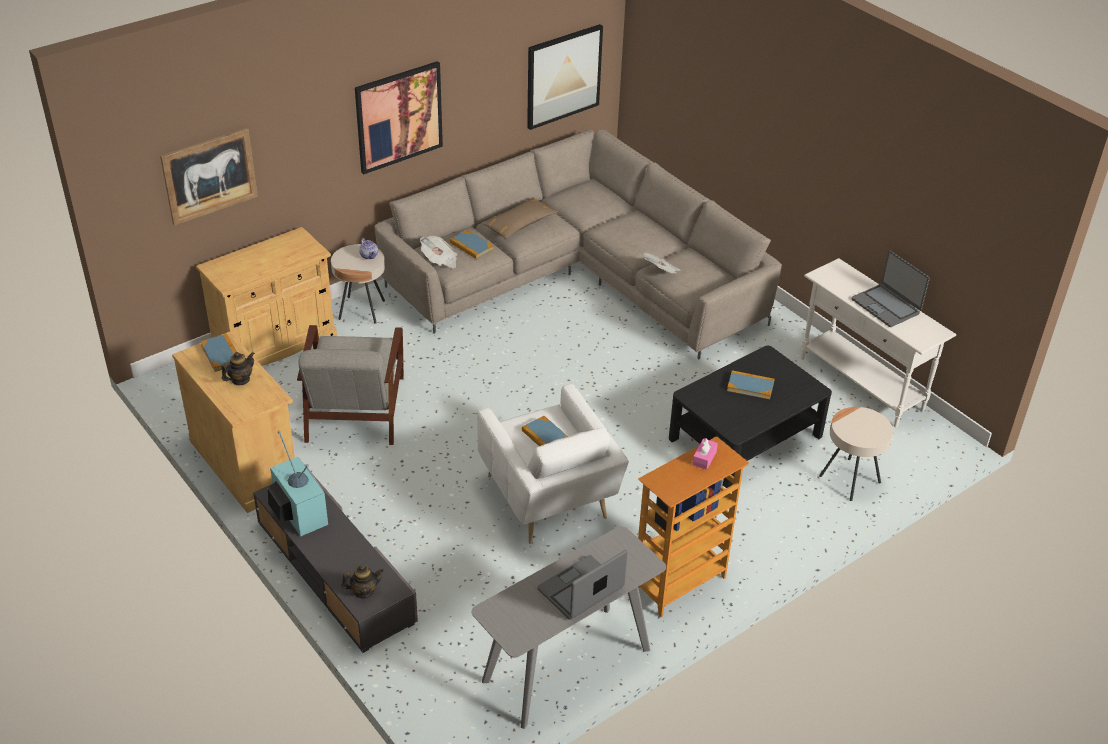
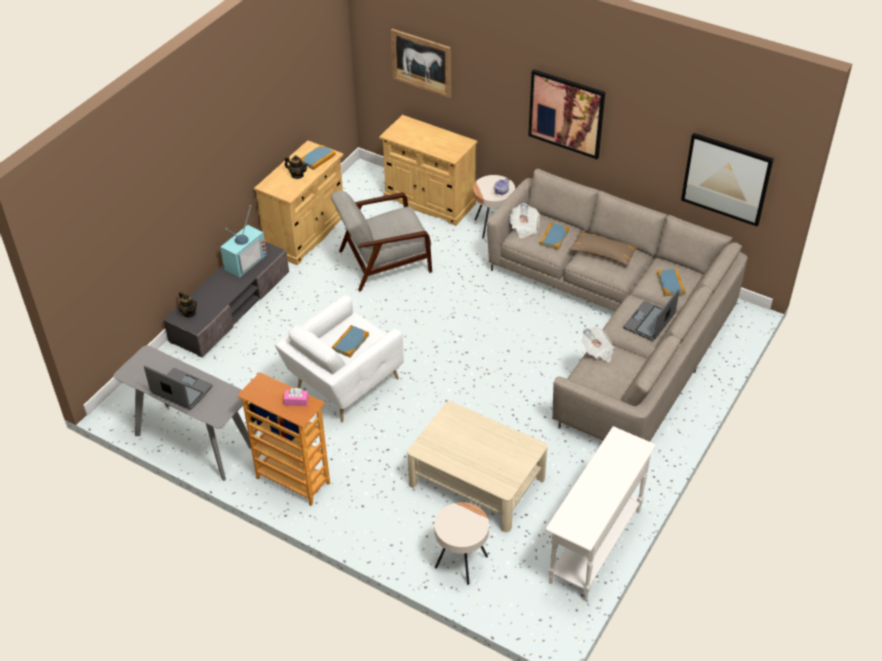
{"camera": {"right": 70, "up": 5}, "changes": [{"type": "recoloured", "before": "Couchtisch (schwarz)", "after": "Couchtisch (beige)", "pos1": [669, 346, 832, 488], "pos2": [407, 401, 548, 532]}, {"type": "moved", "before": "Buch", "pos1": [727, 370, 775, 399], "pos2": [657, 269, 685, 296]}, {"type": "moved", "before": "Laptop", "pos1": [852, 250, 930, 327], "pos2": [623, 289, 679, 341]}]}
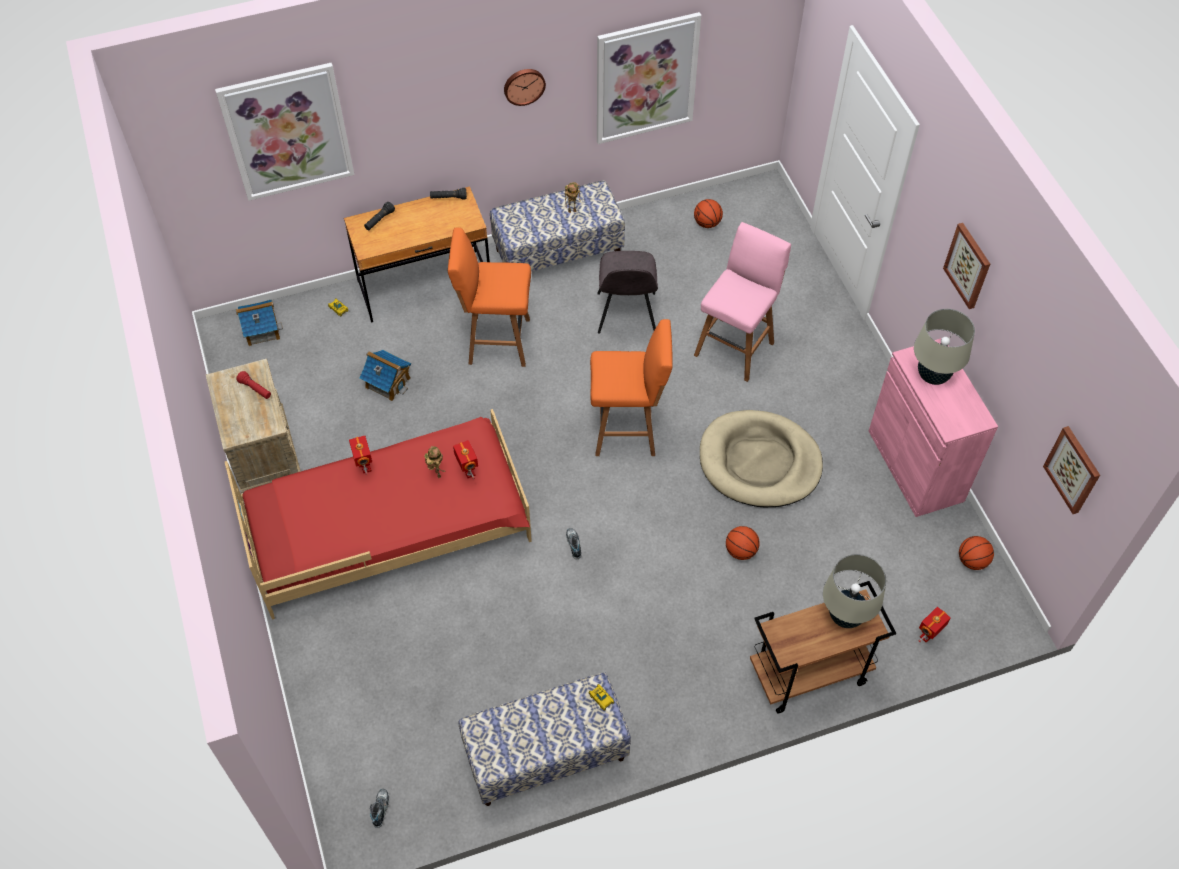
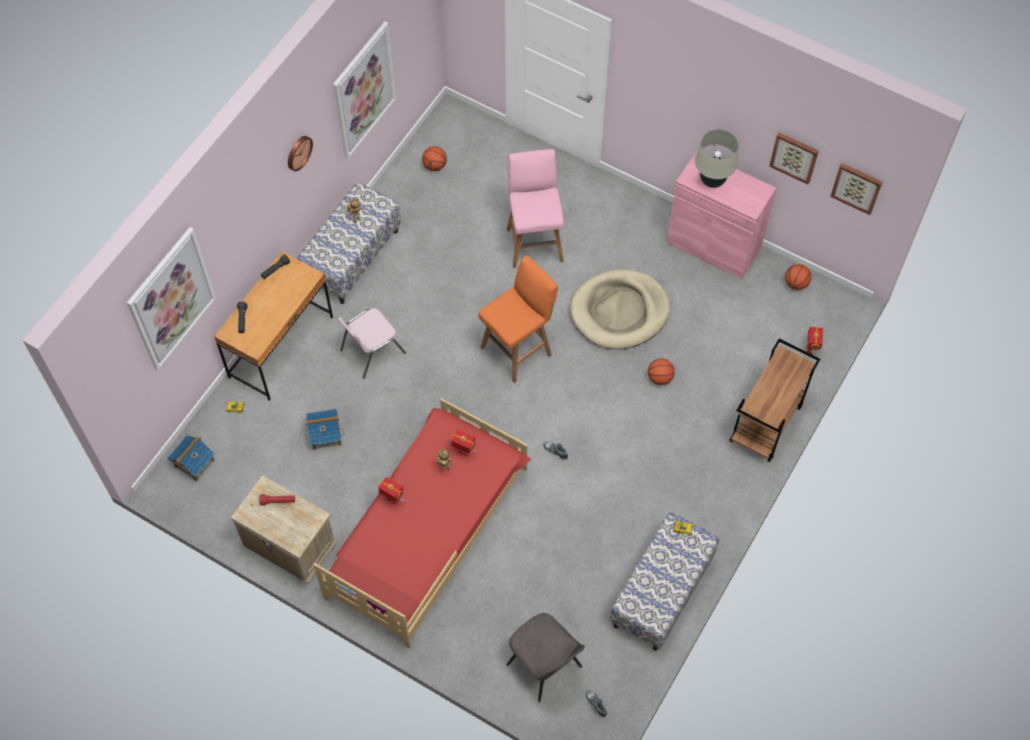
{"camera": {"right": -40, "up": 5}, "changes": [{"type": "replaced", "before": "Hocker (orange)", "after": "Stuhl (rosa)", "pos1": [448, 228, 531, 367], "pos2": [338, 308, 406, 379]}, {"type": "moved", "before": "Stuhl (grau)", "pos1": [597, 251, 658, 334], "pos2": [506, 613, 585, 702]}, {"type": "removed", "before": "Tischlampe (beige)", "pos1": [823, 554, 886, 628]}, {"type": "moved", "before": "Bild", "pos1": [943, 223, 990, 309], "pos2": [769, 133, 819, 184]}]}
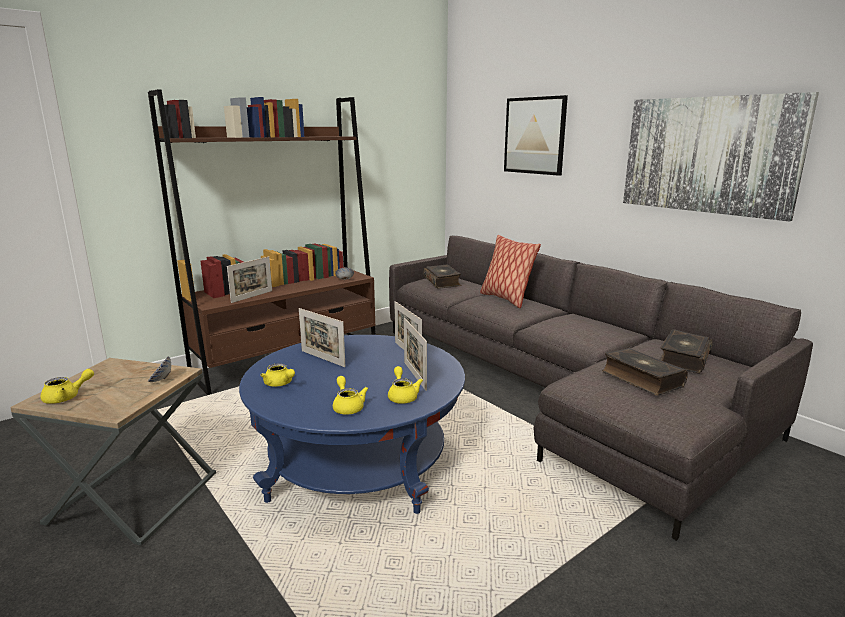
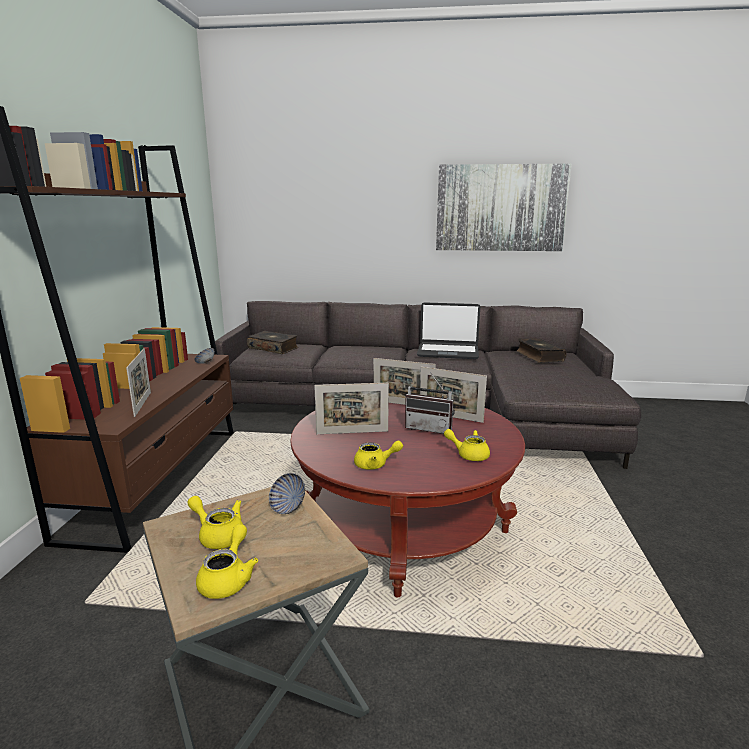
{"camera": {"right": -45, "up": 0}, "changes": [{"type": "recoloured", "before": "Couchtisch (blau)", "after": "Couchtisch (rot)", "pos1": [239, 335, 465, 514], "pos2": [290, 403, 525, 597]}, {"type": "moved", "before": "Teekanne (gelb)", "pos1": [388, 366, 423, 404], "pos2": [188, 496, 243, 549]}, {"type": "removed", "before": "Kissen", "pos1": [480, 235, 541, 308]}, {"type": "removed", "before": "Bild", "pos1": [504, 95, 568, 176]}, {"type": "removed", "before": "Buch", "pos1": [602, 348, 688, 396]}, {"type": "added", "after": "Radio", "pos2": [405, 372, 455, 434]}, {"type": "added", "after": "Laptop", "pos2": [417, 302, 480, 359]}]}
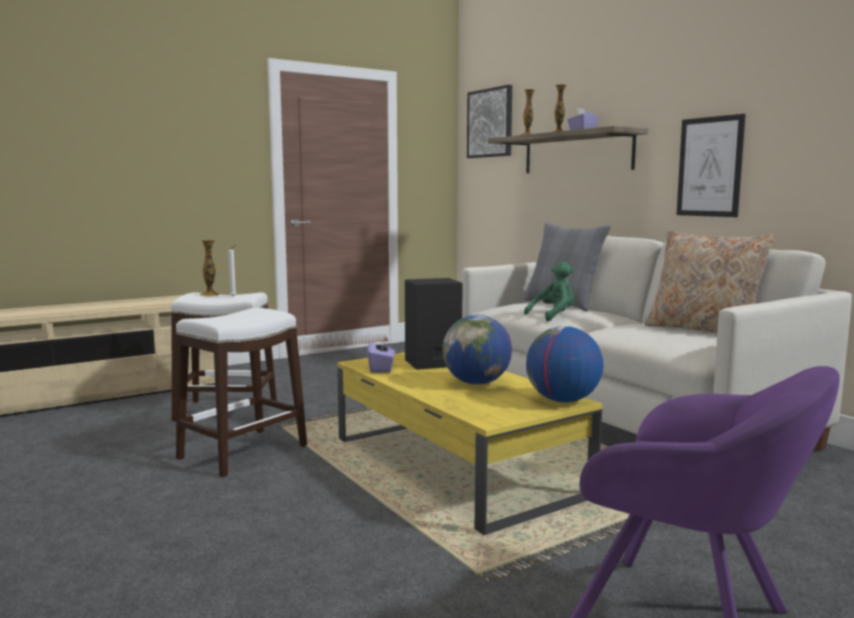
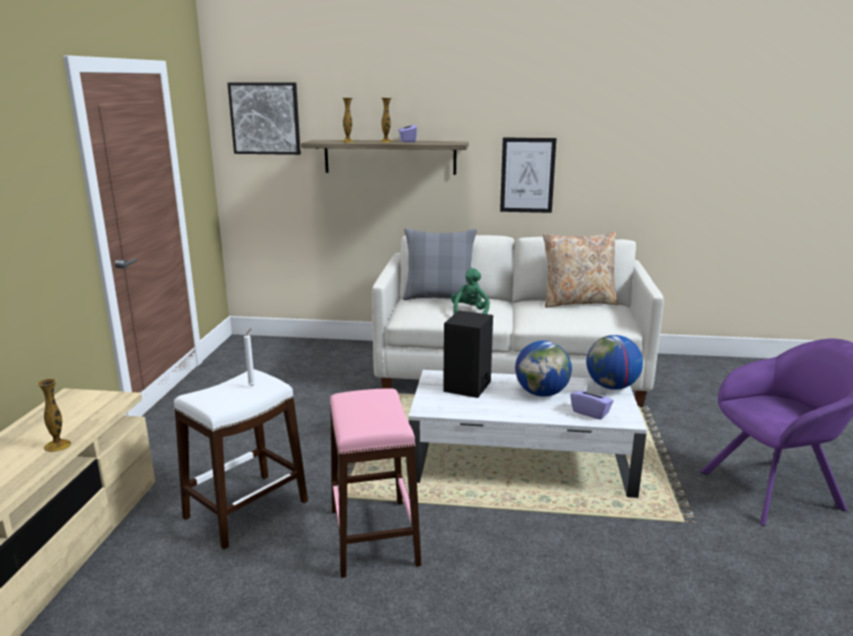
{"camera": {"right": -50, "up": 10}, "changes": [{"type": "recoloured", "before": "Hocker (weiß)", "after": "Hocker (rosa)", "pos1": [176, 308, 307, 478], "pos2": [330, 388, 421, 578]}, {"type": "moved", "before": "Vase", "pos1": [200, 240, 220, 296], "pos2": [37, 379, 71, 452]}, {"type": "recoloured", "before": "Couchtisch (gelb)", "after": "Couchtisch (weiß)", "pos1": [337, 352, 603, 535], "pos2": [408, 370, 647, 498]}, {"type": "moved", "before": "Taschentuchbox (lila)", "pos1": [368, 337, 395, 373], "pos2": [570, 383, 614, 420]}]}
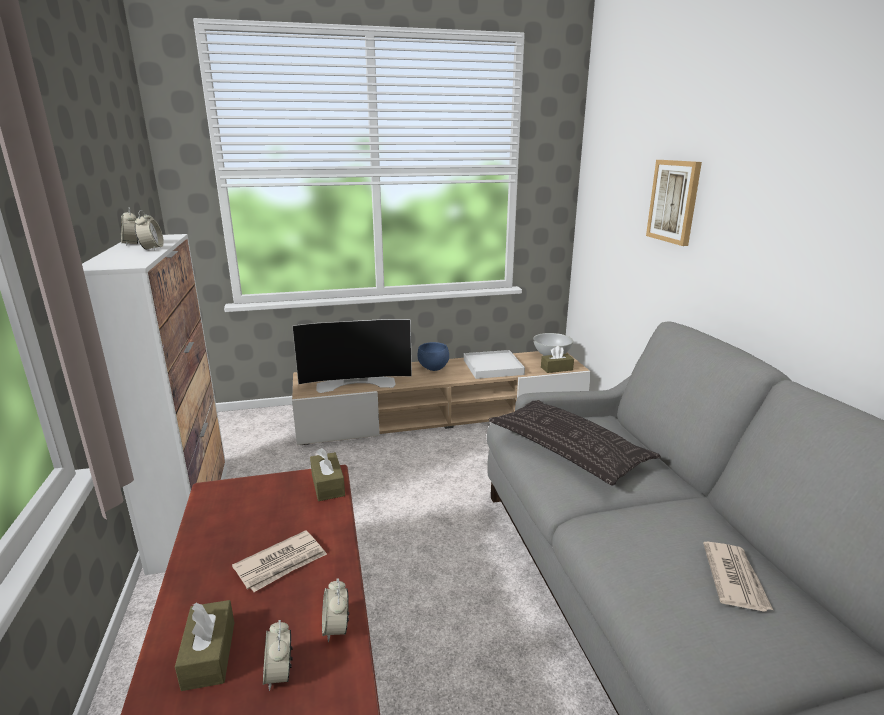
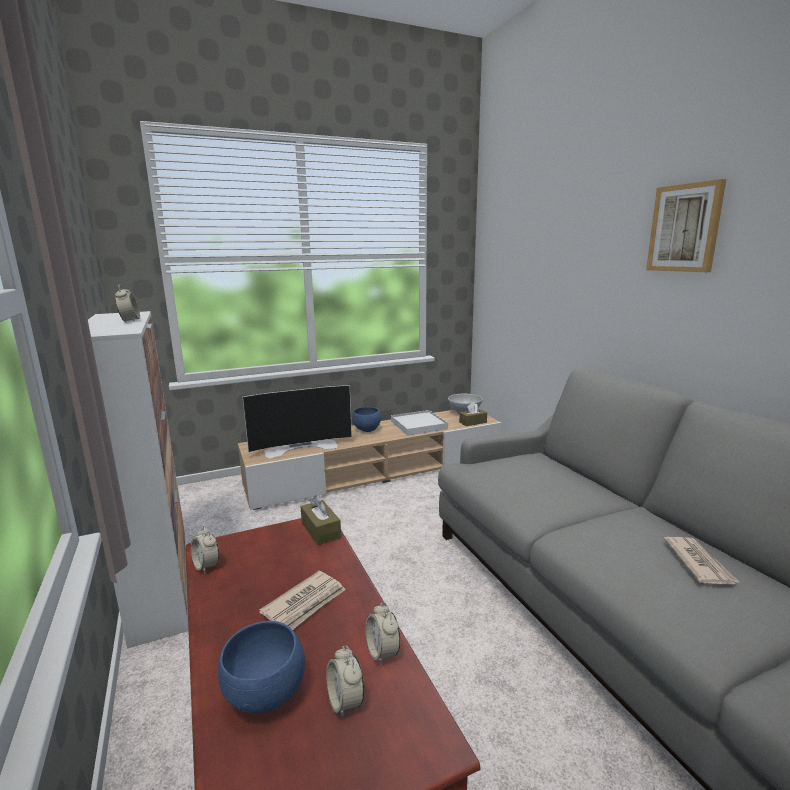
{"camera": {"right": -10, "up": -5}, "changes": [{"type": "moved", "before": "Wecker", "pos1": [121, 207, 138, 246], "pos2": [191, 526, 219, 574]}, {"type": "replaced", "before": "Taschentuchbox (braun)", "after": "Schüssel (blau)", "pos1": [175, 600, 234, 691], "pos2": [218, 621, 305, 714]}, {"type": "removed", "before": "Kissen", "pos1": [488, 400, 661, 486]}, {"type": "moved", "before": "Bild", "pos1": [646, 160, 702, 246], "pos2": [646, 179, 726, 272]}]}
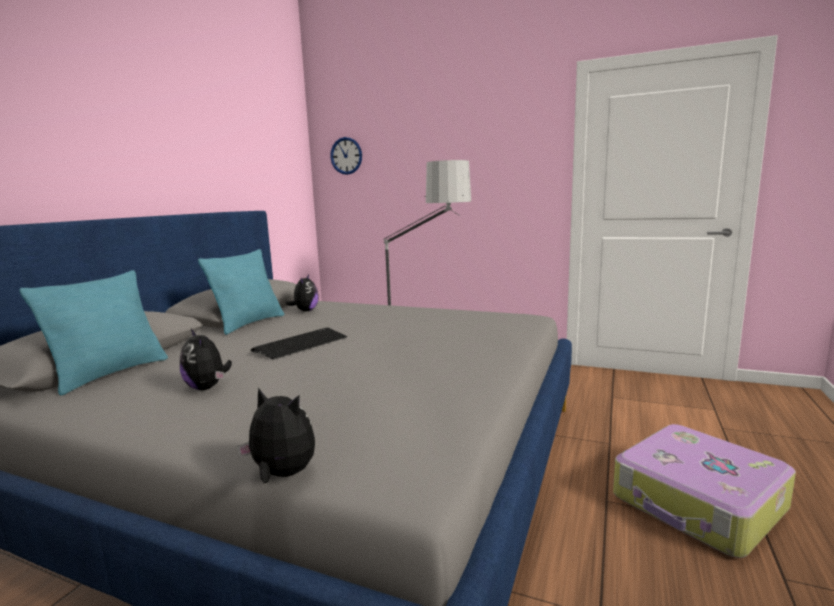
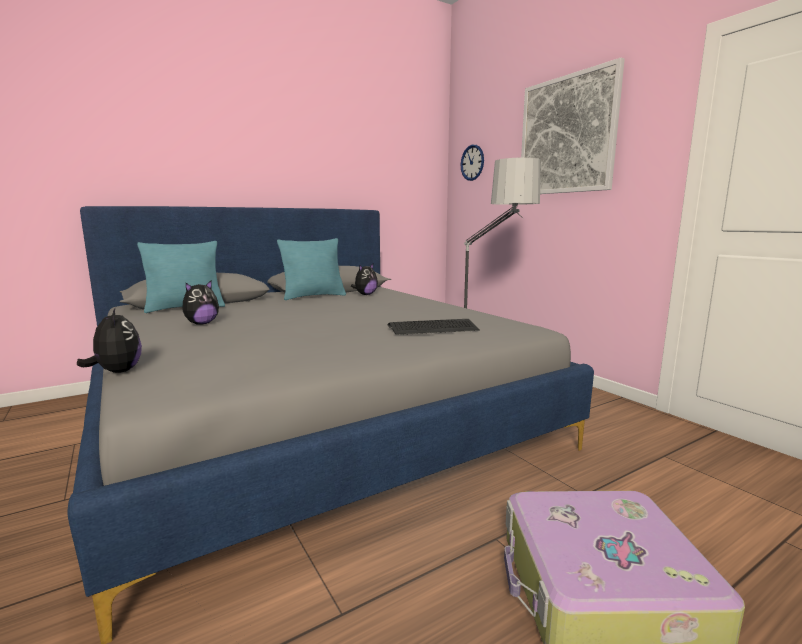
{"camera": {"right": 35, "up": 0}, "changes": [{"type": "turned", "before": "Plüschtier", "pos1": [180, 329, 232, 390], "pos2": [182, 280, 219, 325], "turn": -135}, {"type": "moved", "before": "Tastatur", "pos1": [251, 328, 347, 360], "pos2": [387, 319, 480, 335]}, {"type": "added", "after": "Bild", "pos2": [521, 58, 625, 194]}]}
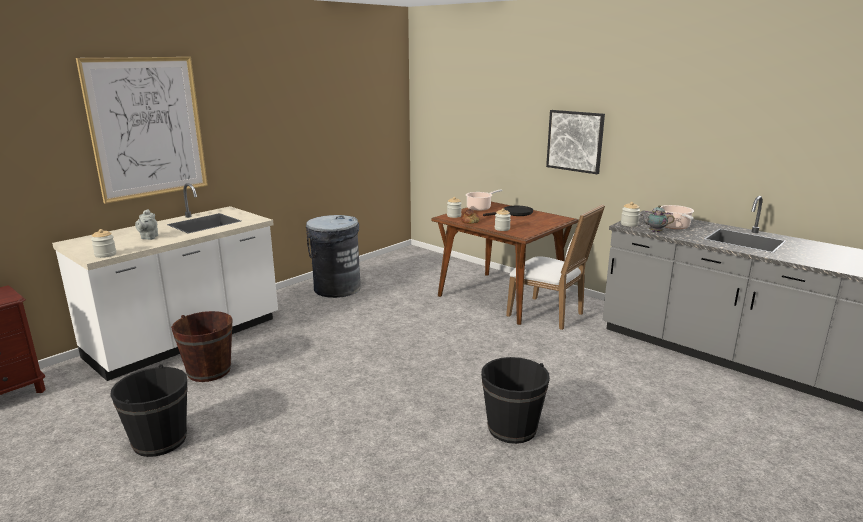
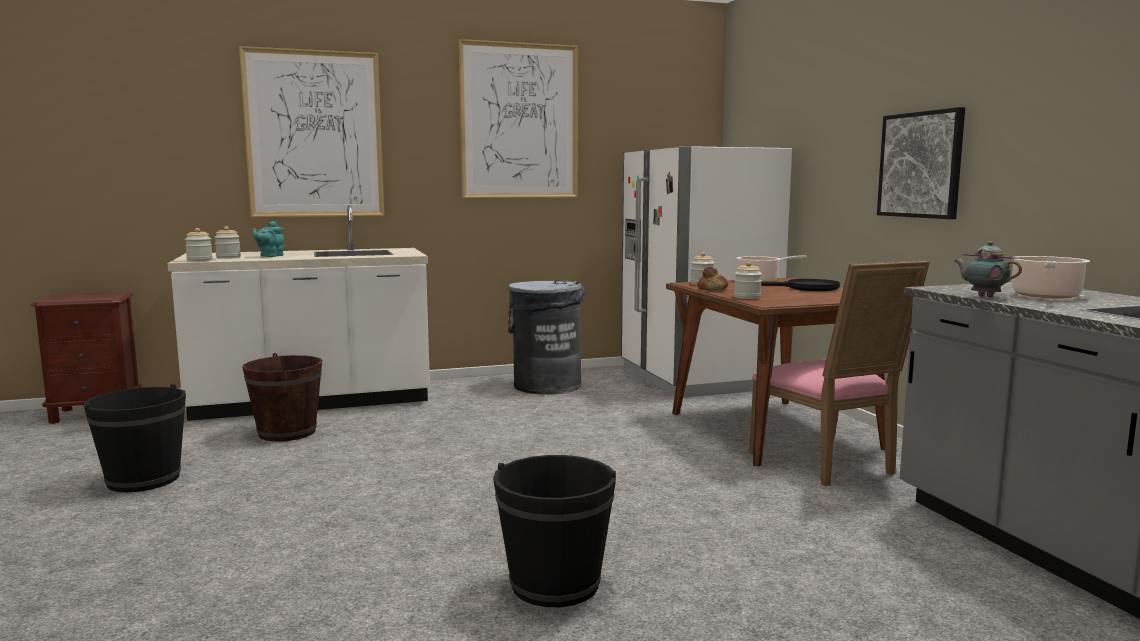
{"camera": {"right": 30, "up": -10}, "changes": [{"type": "recoloured", "before": "Teekanne (grau)", "after": "Teekanne (türkis)", "pos1": [135, 209, 158, 240], "pos2": [253, 221, 284, 257]}, {"type": "recoloured", "before": "Stuhl (weiß)", "after": "Stuhl (rosa)", "pos1": [506, 204, 605, 330], "pos2": [749, 260, 930, 486]}, {"type": "moved", "before": "Vorratsglas", "pos1": [621, 202, 640, 227], "pos2": [214, 226, 241, 259]}, {"type": "added", "after": "Bild", "pos2": [458, 39, 578, 198]}, {"type": "added", "after": "Kühlschrank (weiß)", "pos2": [621, 146, 792, 398]}]}
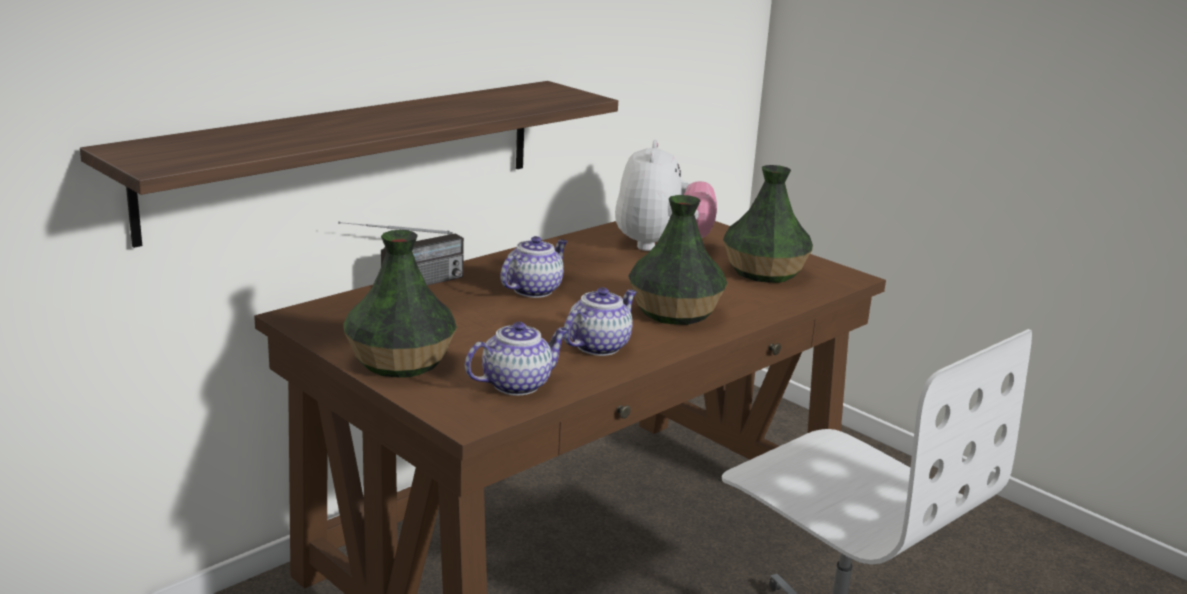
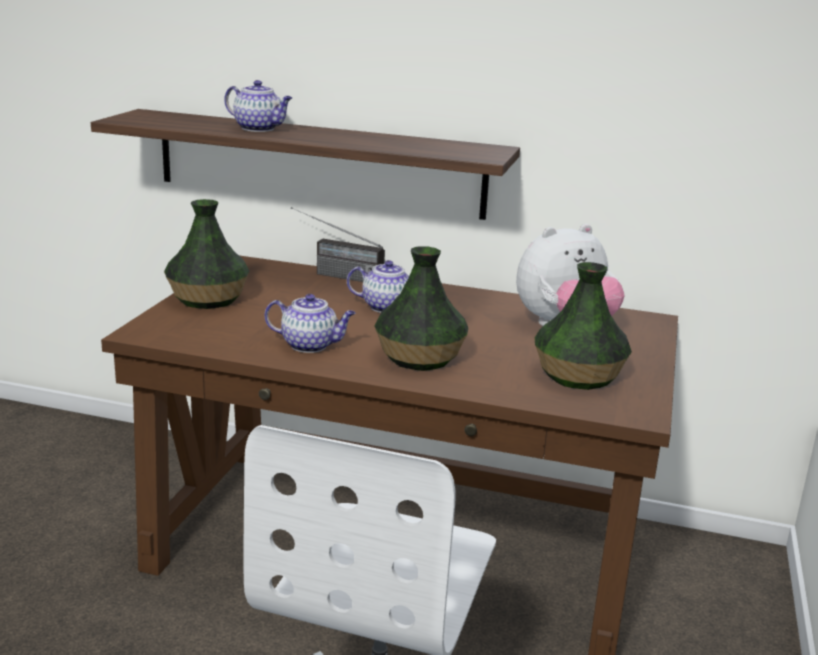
{"camera": {"right": 60, "up": 0}, "changes": [{"type": "moved", "before": "Teekanne", "pos1": [465, 322, 569, 396], "pos2": [224, 80, 292, 132]}]}
